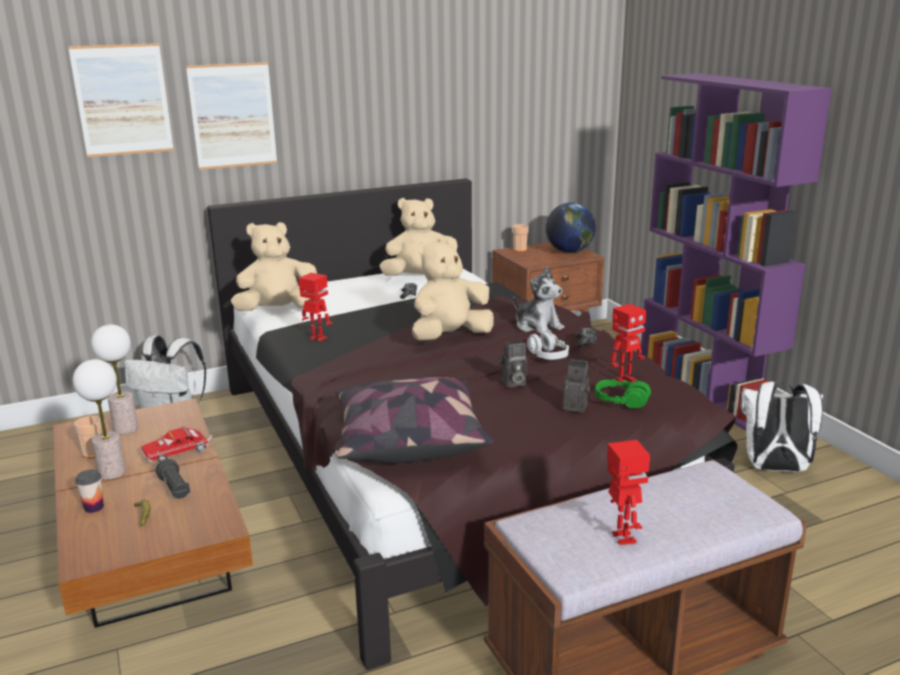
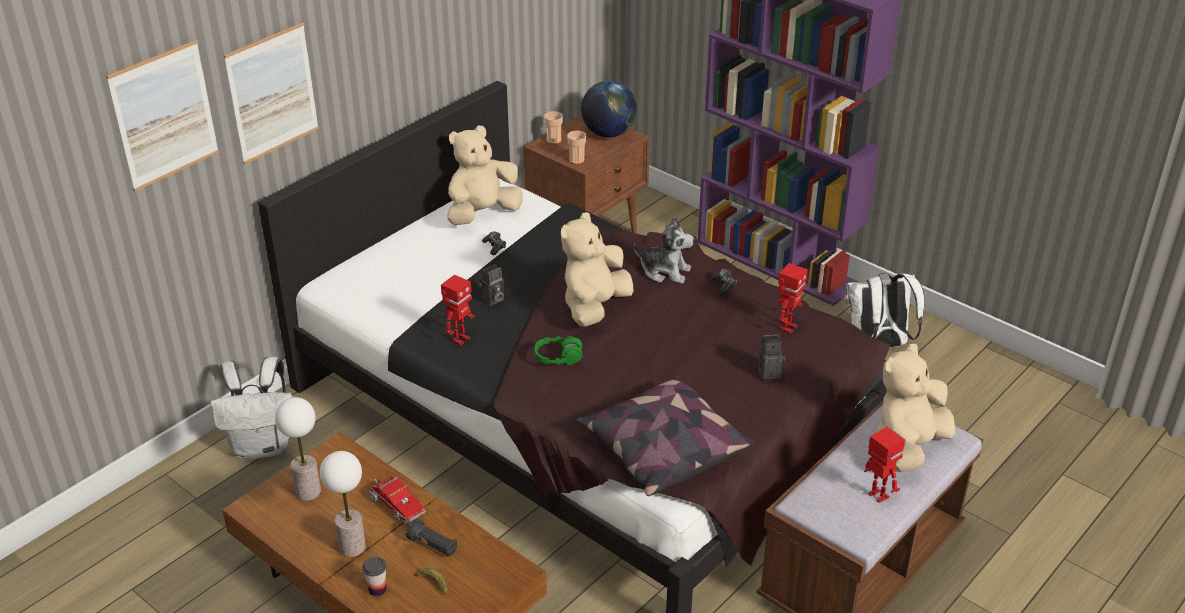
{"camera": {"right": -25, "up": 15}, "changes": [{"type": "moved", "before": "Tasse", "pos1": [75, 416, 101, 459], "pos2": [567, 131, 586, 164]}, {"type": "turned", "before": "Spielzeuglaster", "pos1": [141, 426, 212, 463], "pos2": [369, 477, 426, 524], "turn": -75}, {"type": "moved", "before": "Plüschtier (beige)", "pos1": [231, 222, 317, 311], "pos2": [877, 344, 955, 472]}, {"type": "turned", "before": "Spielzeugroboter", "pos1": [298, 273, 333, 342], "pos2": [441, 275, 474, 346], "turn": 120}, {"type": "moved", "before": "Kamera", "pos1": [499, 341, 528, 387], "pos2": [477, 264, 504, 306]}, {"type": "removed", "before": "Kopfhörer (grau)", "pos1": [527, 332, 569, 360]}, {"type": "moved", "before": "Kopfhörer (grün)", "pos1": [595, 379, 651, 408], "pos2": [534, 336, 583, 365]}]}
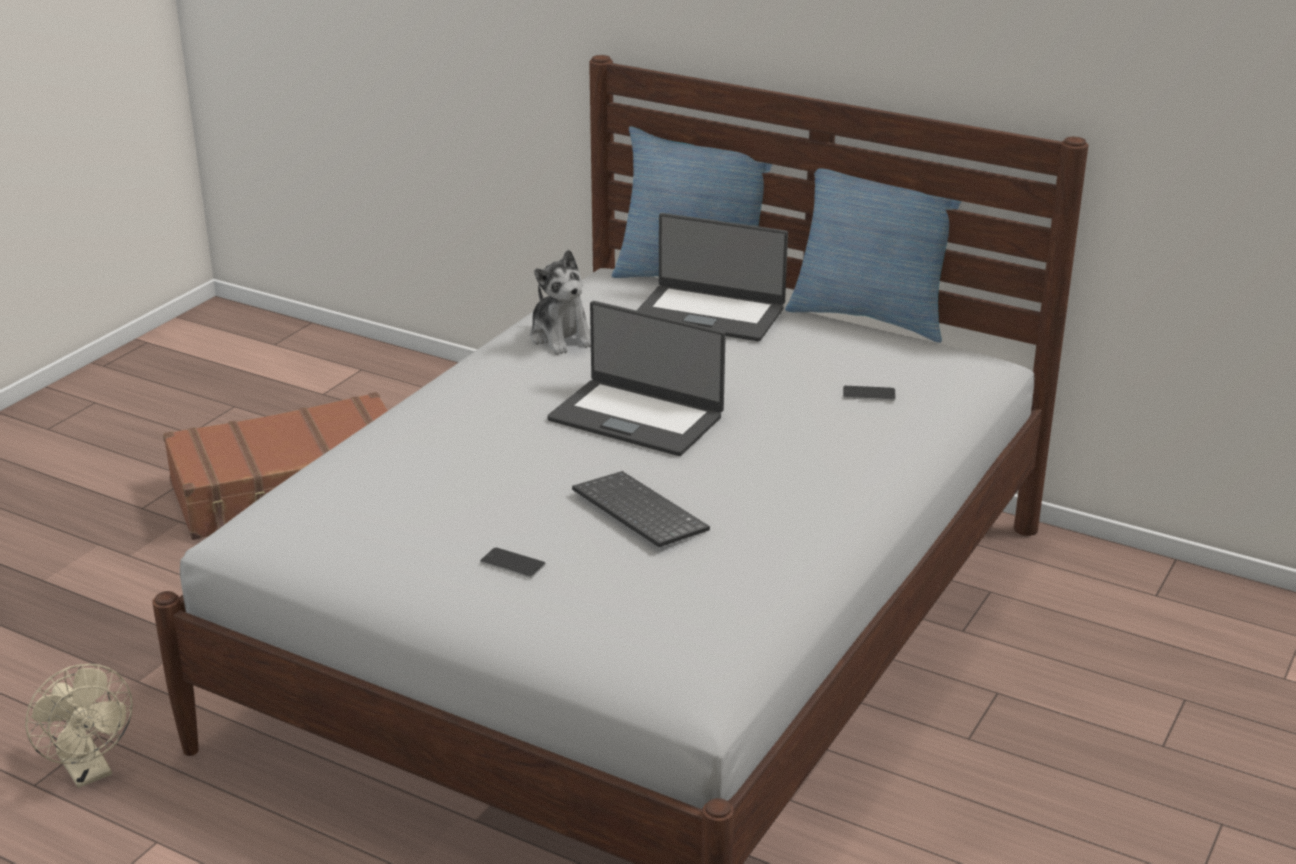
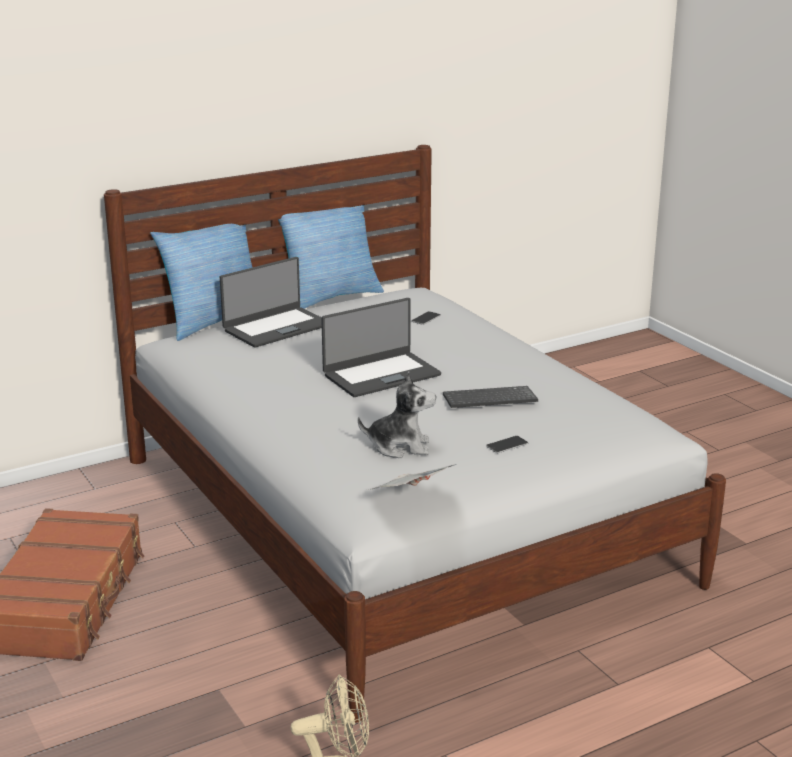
{"camera": {"right": -60, "up": -5}, "changes": [{"type": "moved", "before": "Plüschtier", "pos1": [530, 250, 591, 355], "pos2": [358, 371, 436, 458]}, {"type": "added", "after": "Zeitung", "pos2": [368, 464, 456, 490]}]}
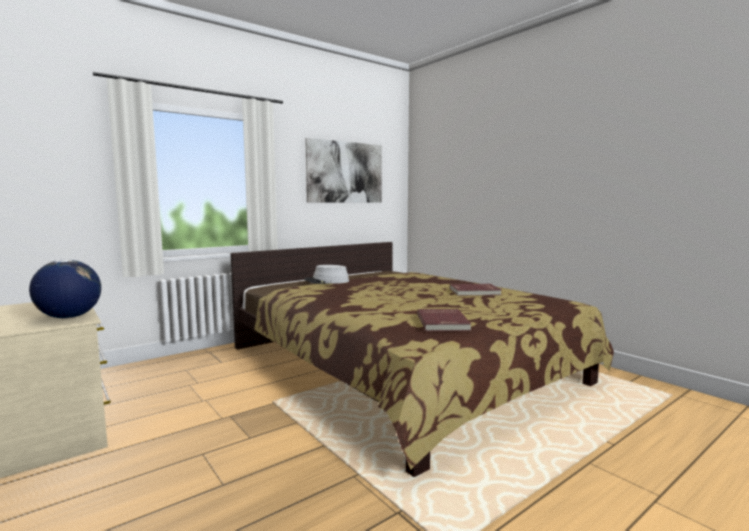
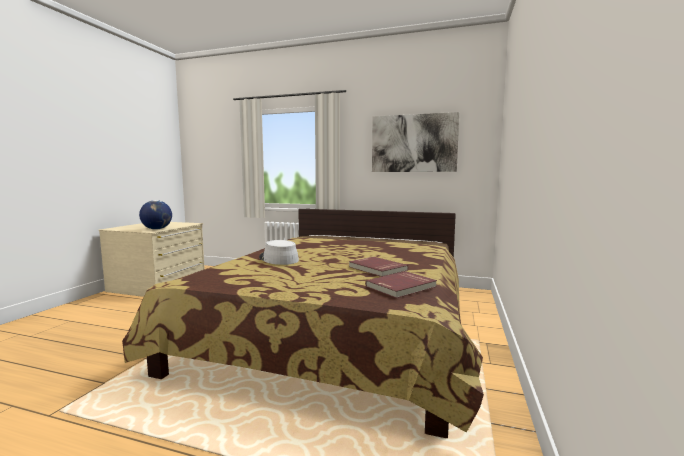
{"camera": {"right": 55, "up": 0}, "changes": [{"type": "moved", "before": "Hut (grau)", "pos1": [304, 265, 349, 284], "pos2": [259, 240, 299, 265]}, {"type": "moved", "before": "Buch (rot)", "pos1": [417, 309, 471, 331], "pos2": [365, 272, 437, 298]}]}
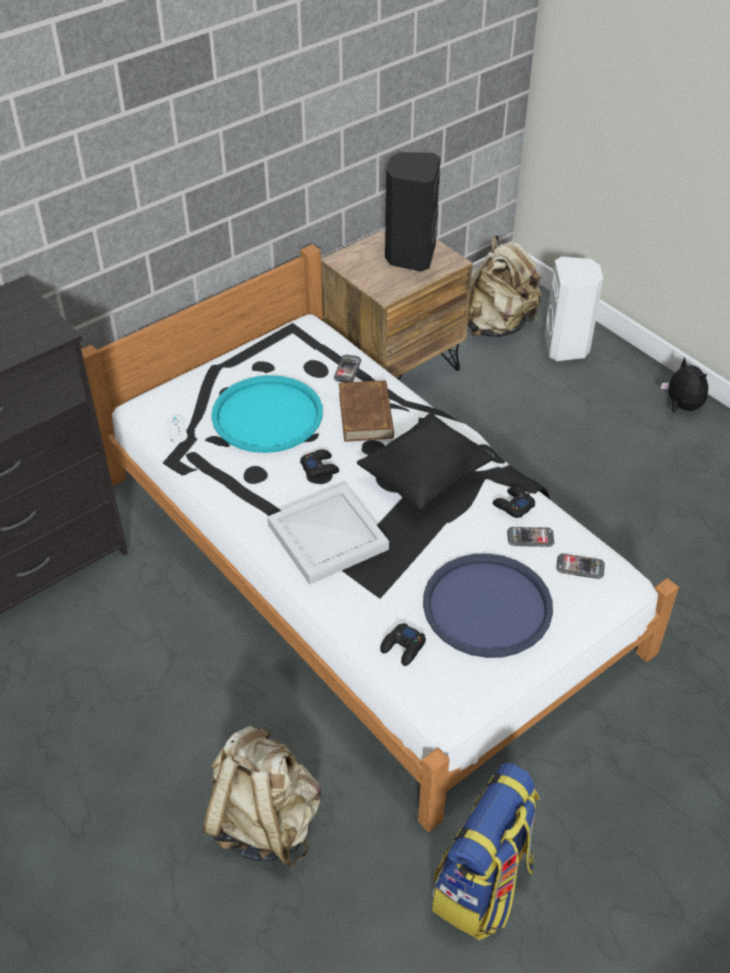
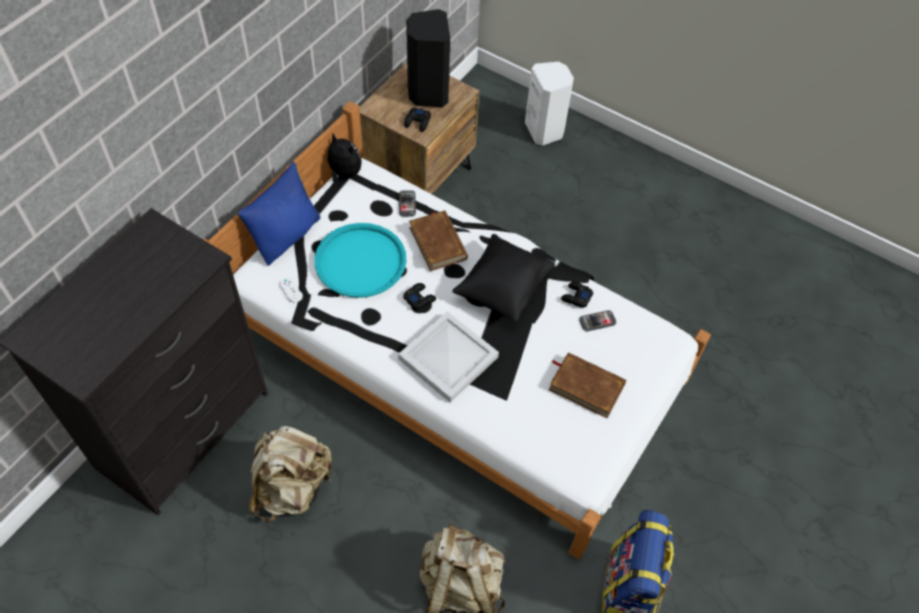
{"camera": {"right": -20, "up": 10}, "changes": [{"type": "moved", "before": "Gamepad (schwarz)", "pos1": [380, 623, 426, 666], "pos2": [404, 107, 431, 132]}, {"type": "replaced", "before": "Tablett (blau)", "after": "Buch (braun)", "pos1": [423, 553, 553, 658], "pos2": [549, 352, 626, 418]}, {"type": "moved", "before": "Rucksack (beige)", "pos1": [467, 235, 543, 337], "pos2": [249, 426, 332, 522]}, {"type": "removed", "before": "Handy", "pos1": [556, 554, 605, 579]}, {"type": "moved", "before": "Plüschtier", "pos1": [661, 357, 708, 413], "pos2": [327, 133, 362, 184]}, {"type": "added", "after": "Kissen (blau)", "pos2": [238, 162, 321, 266]}]}
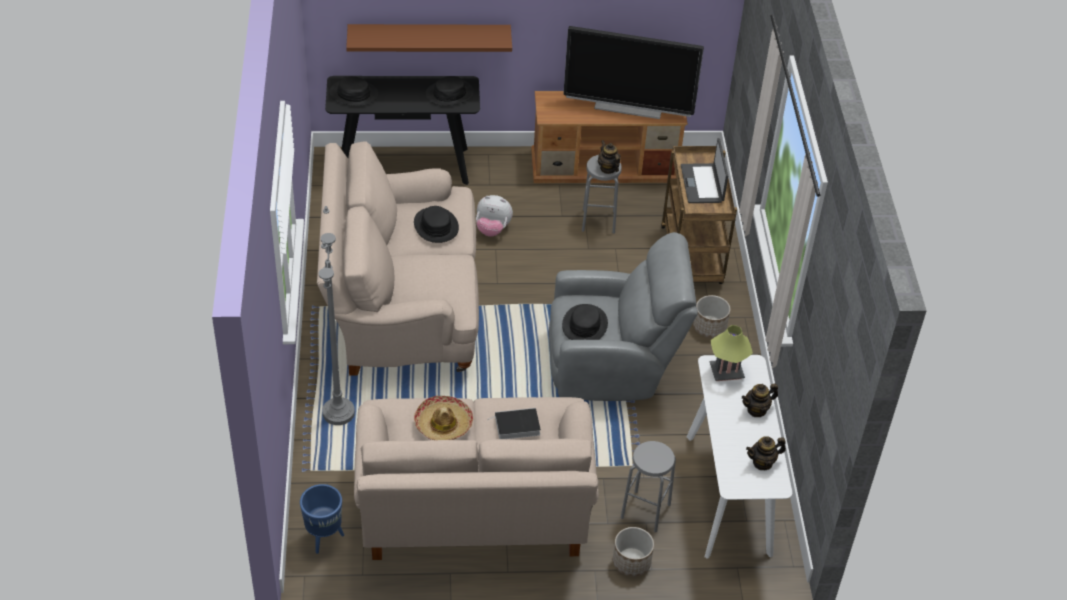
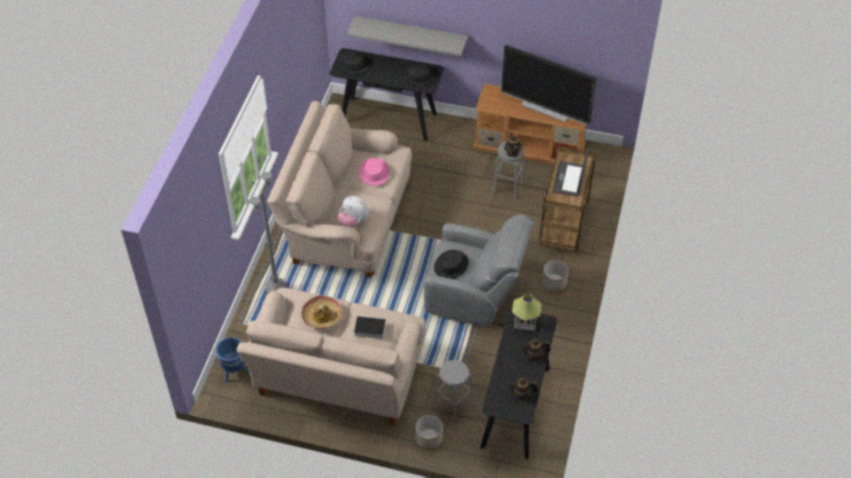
{"camera": {"right": 20, "up": 5}, "changes": [{"type": "recoloured", "before": "Wandregal (braun)", "after": "Wandregal (grau)", "pos1": [346, 24, 512, 52], "pos2": [347, 16, 468, 56]}, {"type": "recoloured", "before": "Hut (schwarz)", "after": "Hut (rosa)", "pos1": [414, 206, 459, 243], "pos2": [359, 158, 390, 186]}, {"type": "moved", "before": "Plüschtier", "pos1": [476, 195, 513, 237], "pos2": [338, 196, 369, 227]}, {"type": "recoloured", "before": "Konsolentisch (weiß)", "after": "Konsolentisch (schwarz)", "pos1": [687, 355, 792, 559], "pos2": [480, 308, 557, 460]}]}
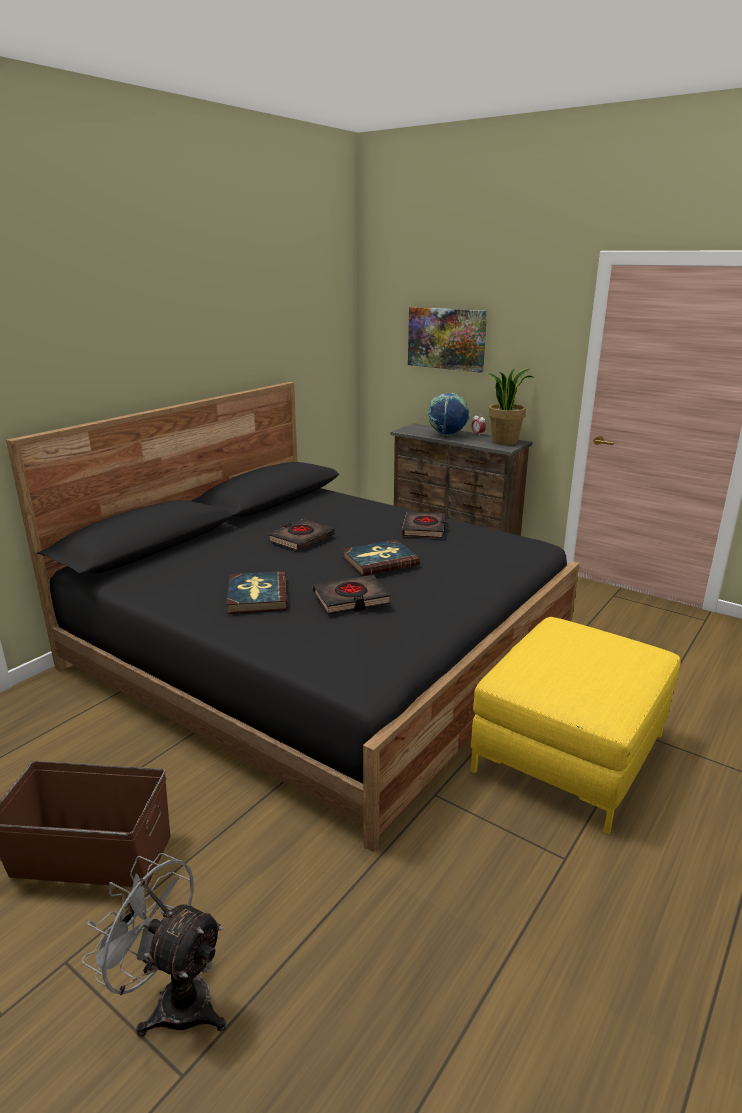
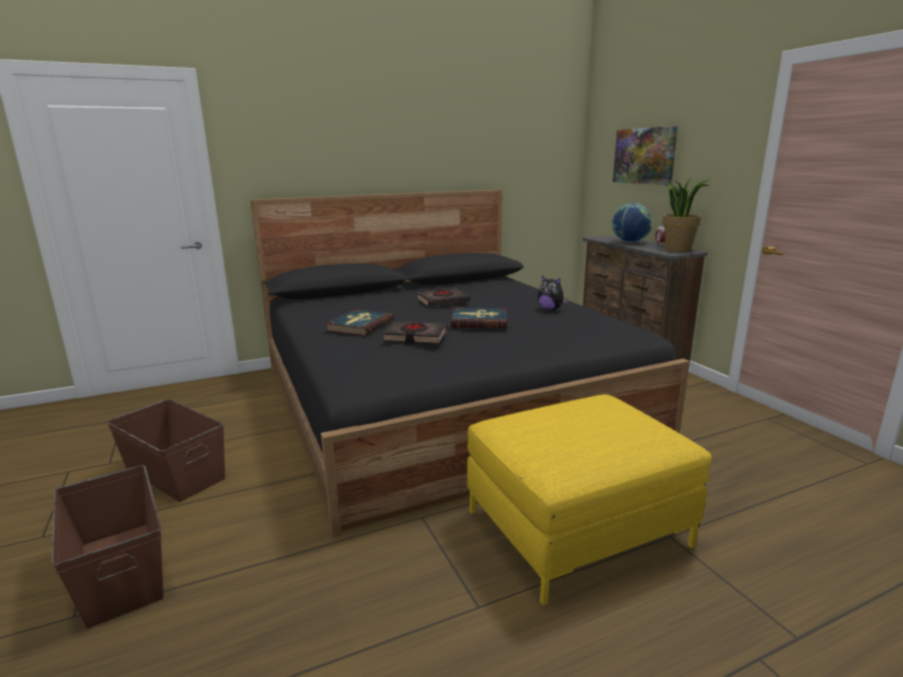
{"camera": {"right": 30, "up": -5}, "changes": [{"type": "replaced", "before": "Ventilator (grau)", "after": "Aufbewahrungsbox (braun)", "pos1": [82, 853, 226, 1037], "pos2": [52, 465, 164, 628]}, {"type": "replaced", "before": "Buch (schwarz)", "after": "Plüschtier", "pos1": [402, 512, 446, 538], "pos2": [537, 276, 568, 310]}]}
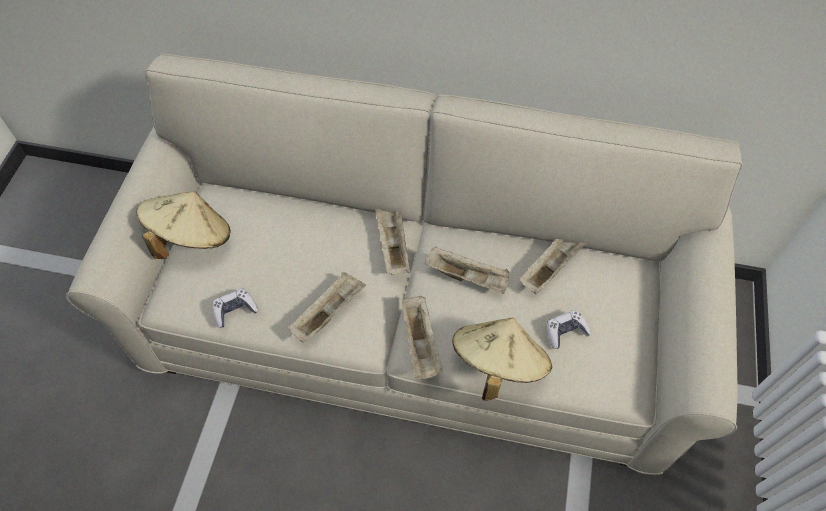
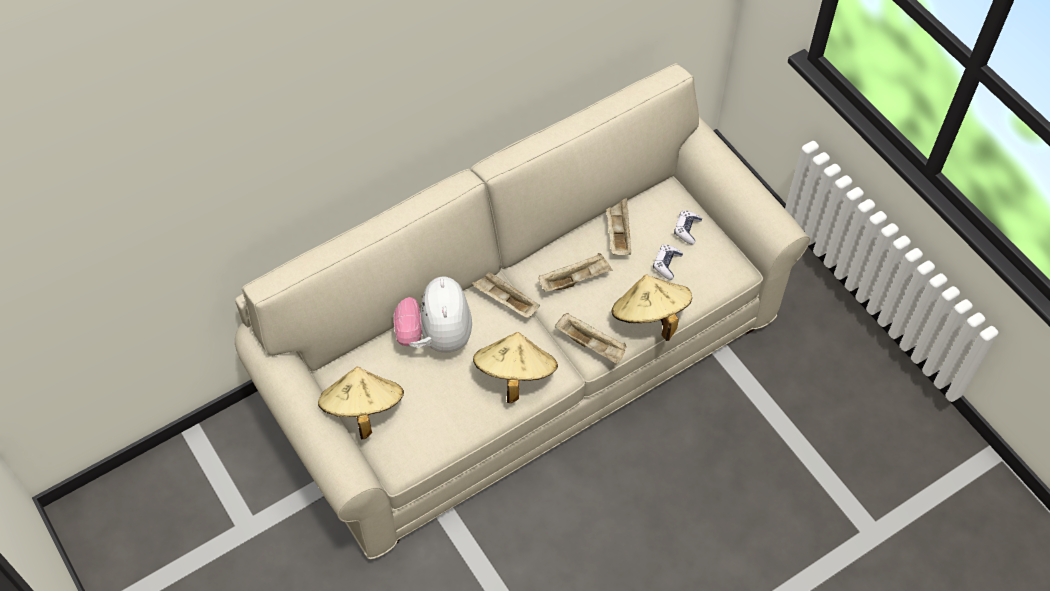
{"camera": {"right": -45, "up": 0}, "changes": [{"type": "moved", "before": "Gamepad", "pos1": [213, 289, 258, 328], "pos2": [674, 211, 702, 245]}, {"type": "replaced", "before": "Tablett (beige)", "after": "Hut (beige)", "pos1": [288, 272, 366, 343], "pos2": [473, 332, 558, 403]}, {"type": "added", "after": "Plüschtier", "pos2": [394, 277, 472, 353]}]}
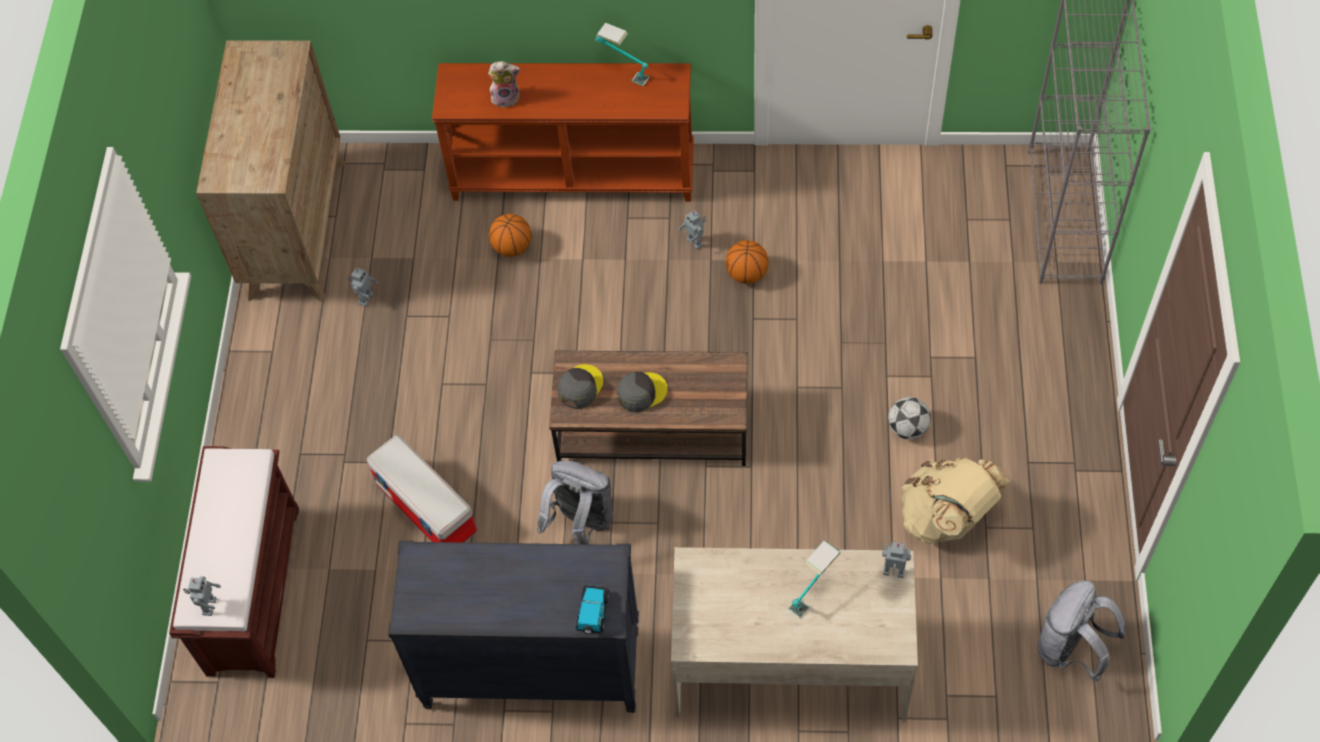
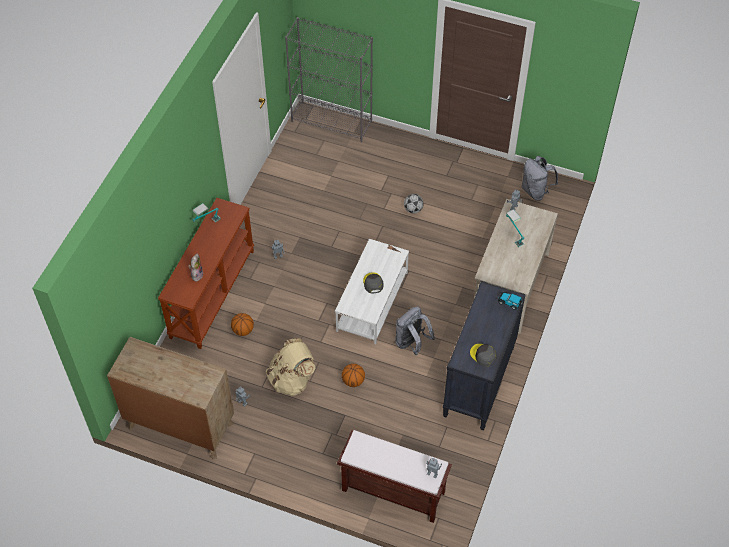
{"camera": {"right": -75, "up": -5}, "changes": [{"type": "removed", "before": "Aufbewahrungsbox", "pos1": [367, 435, 477, 543]}, {"type": "recoloured", "before": "Couchtisch (braun)", "after": "Couchtisch (weiß)", "pos1": [549, 351, 747, 466], "pos2": [335, 239, 409, 344]}, {"type": "moved", "before": "Kappe (grau)", "pos1": [557, 364, 603, 409], "pos2": [470, 344, 497, 367]}, {"type": "moved", "before": "Basketball", "pos1": [725, 240, 769, 284], "pos2": [342, 364, 365, 387]}, {"type": "moved", "before": "Rucksack (beige)", "pos1": [902, 458, 1011, 544], "pos2": [266, 338, 316, 396]}]}
